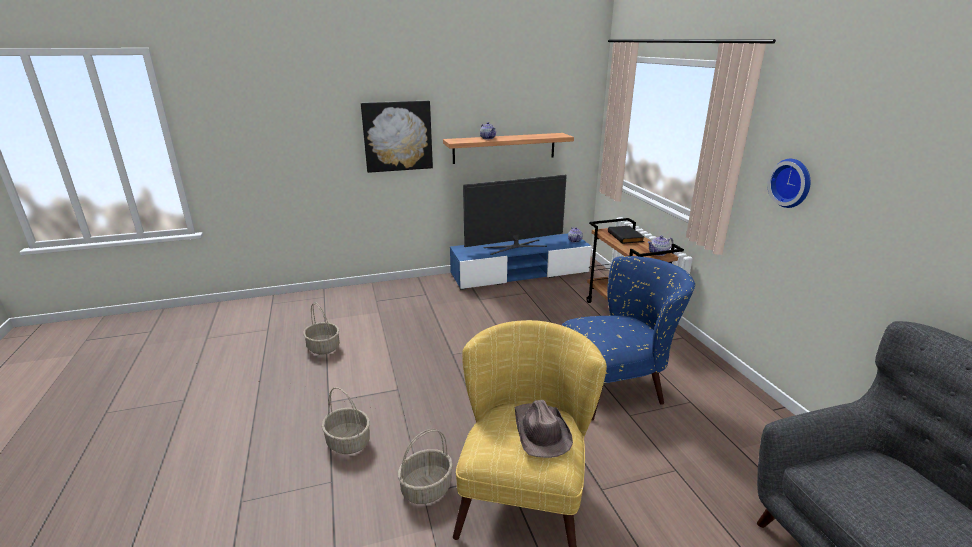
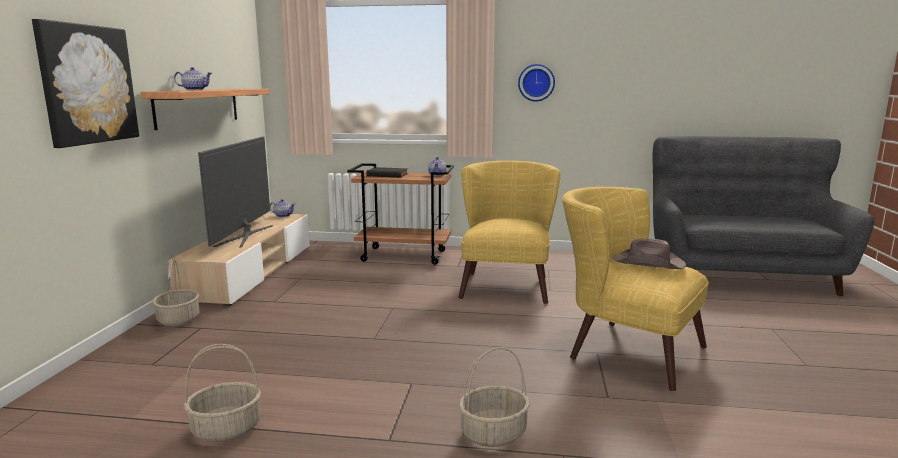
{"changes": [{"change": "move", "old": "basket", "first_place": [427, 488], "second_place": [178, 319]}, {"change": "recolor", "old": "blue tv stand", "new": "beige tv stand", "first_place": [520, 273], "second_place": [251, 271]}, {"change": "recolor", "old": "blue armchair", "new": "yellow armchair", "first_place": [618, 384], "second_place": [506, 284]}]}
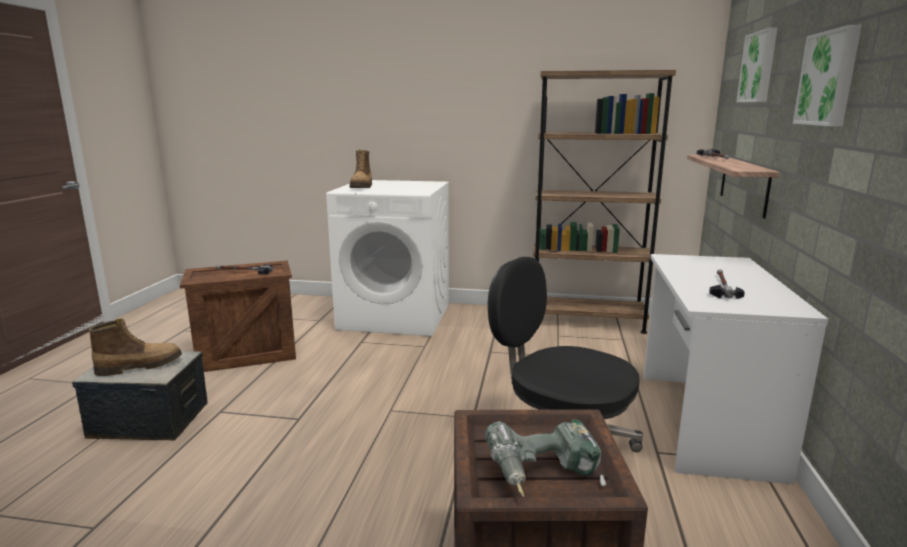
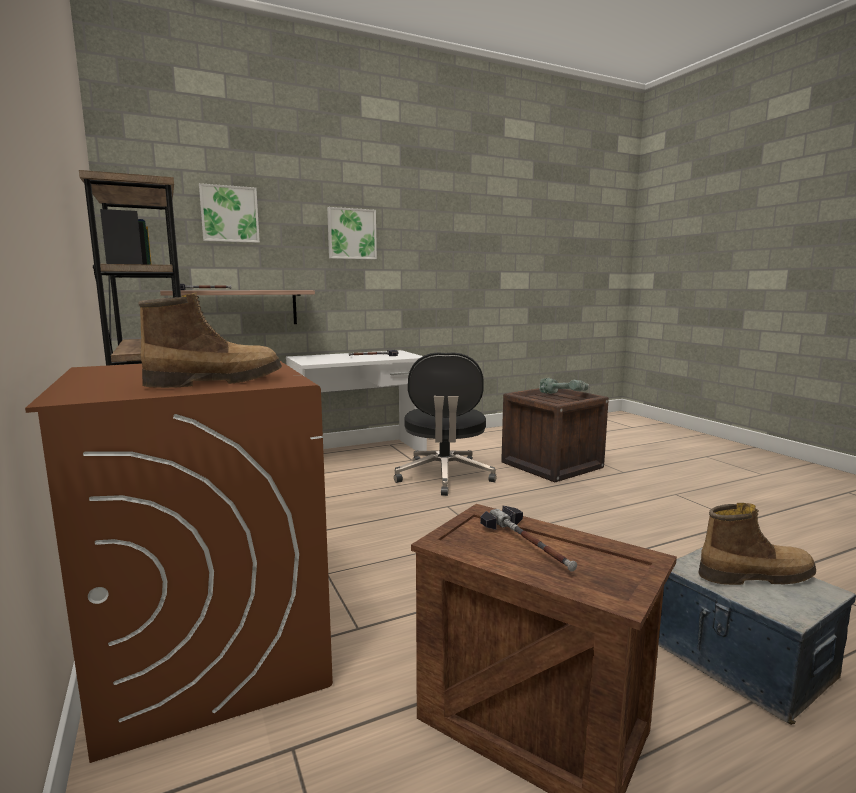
{"changes": [{"change": "rotate", "old": "boot", "first_place": [140, 366], "second_place": [754, 576], "degrees": 150}, {"change": "recolor", "old": "white washing machine", "new": "brown washing machine", "first_place": [396, 316], "second_place": [210, 649]}]}
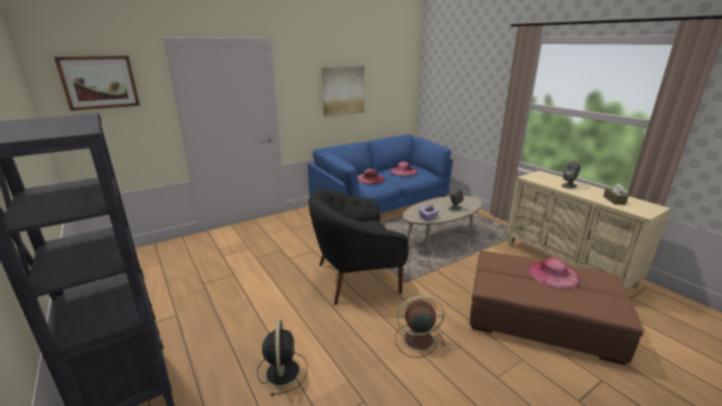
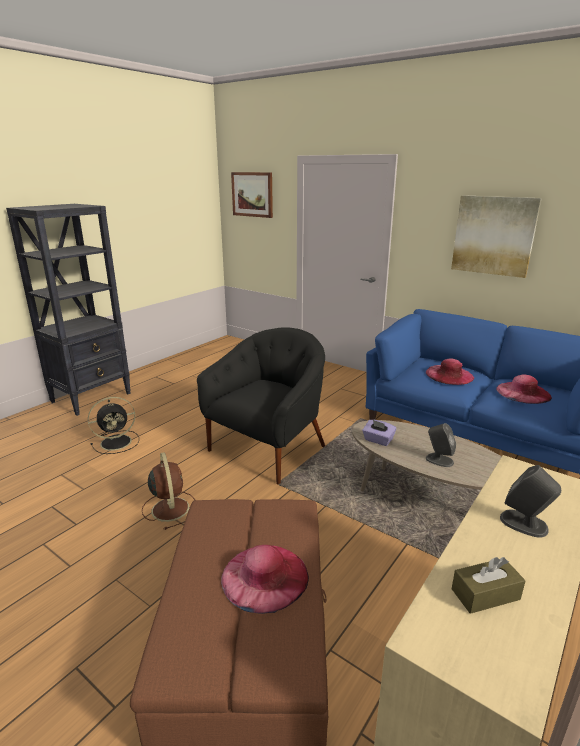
{"changes": [{"change": "rotate", "old": "black armchair", "first_place": [357, 277], "second_place": [268, 448], "degrees": 75}]}
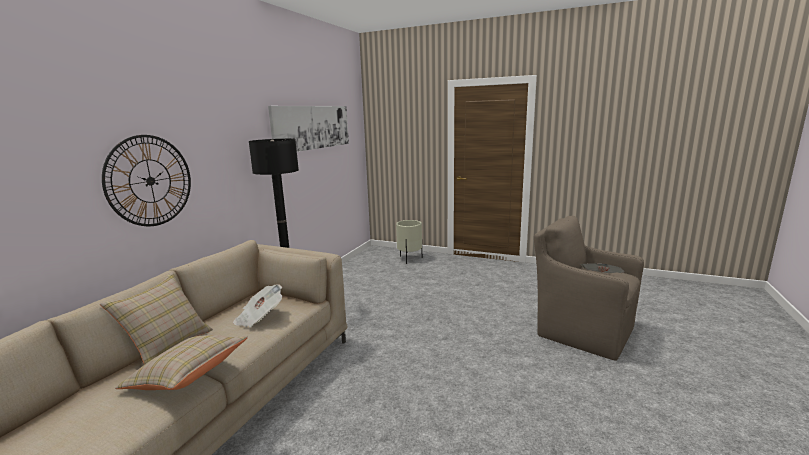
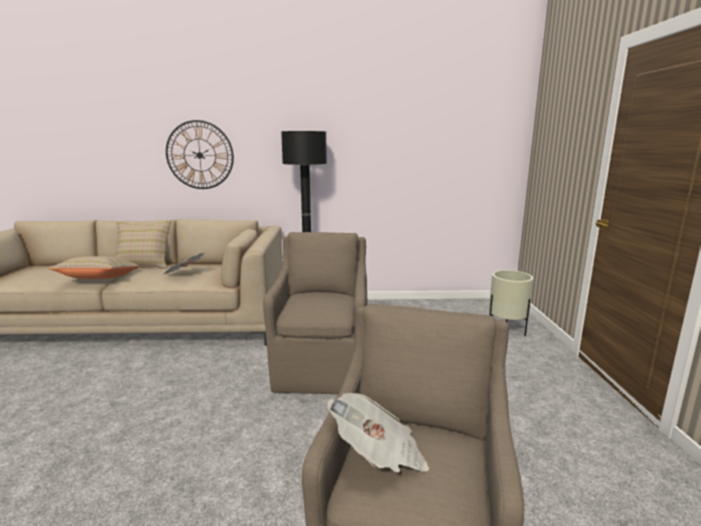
{"changes": [{"change": "delete", "old": "picture", "first_place": [313, 127]}, {"change": "insert", "new": "brown armchair", "second_place": [322, 367]}]}
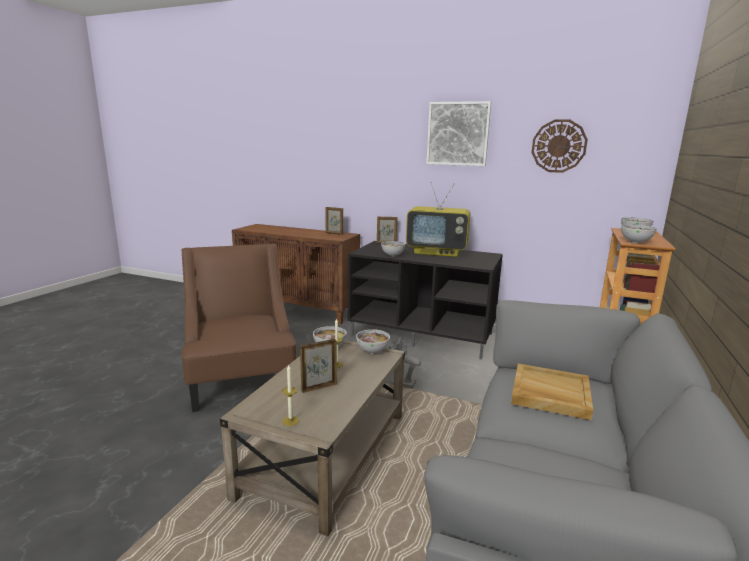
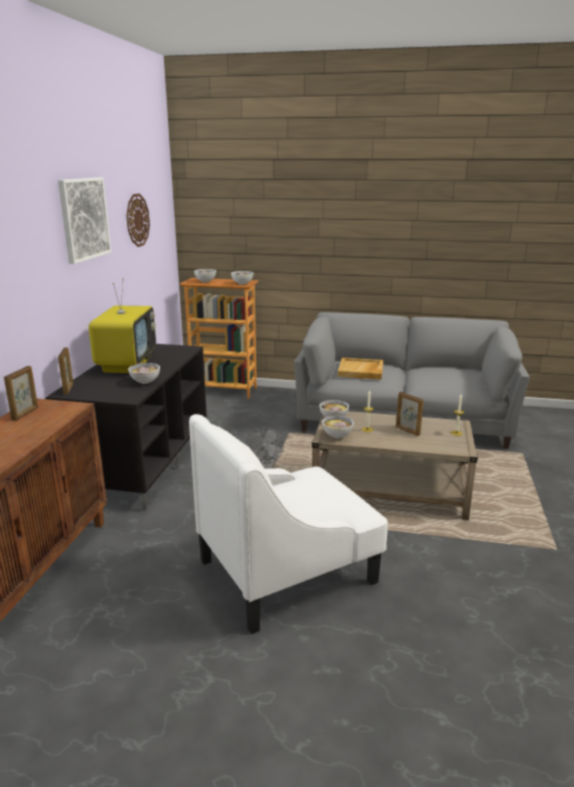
{"changes": [{"change": "recolor", "old": "brown armchair", "new": "white armchair", "first_place": [241, 377], "second_place": [287, 571]}]}
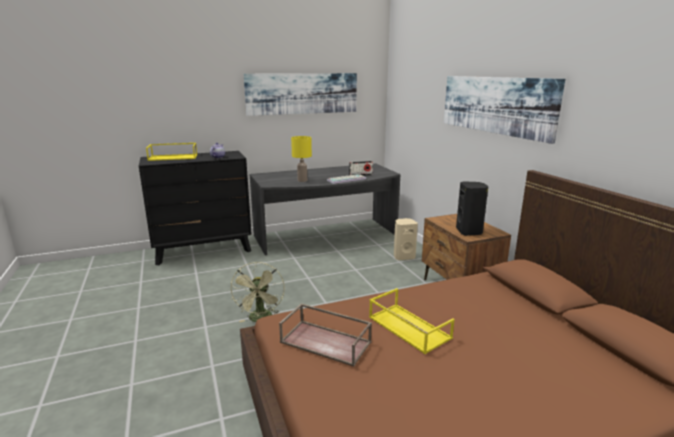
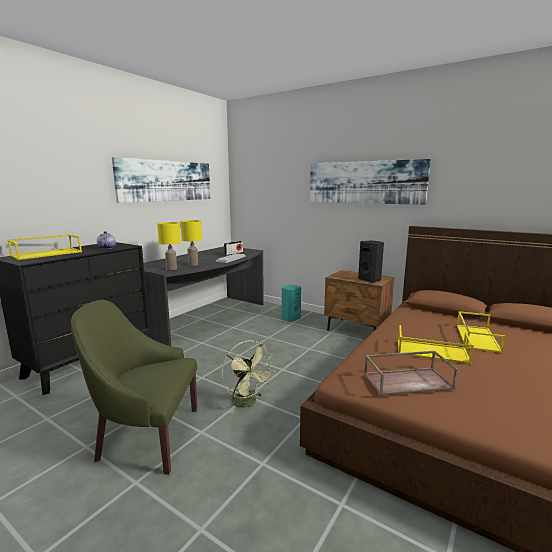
{"changes": [{"change": "recolor", "old": "beige speaker", "new": "turquoise speaker", "first_place": [403, 257], "second_place": [290, 318]}, {"change": "insert", "new": "green armchair", "second_place": [146, 436]}, {"change": "insert", "new": "yellow table lamp", "second_place": [171, 268]}, {"change": "insert", "new": "yellow tray", "second_place": [476, 337]}]}
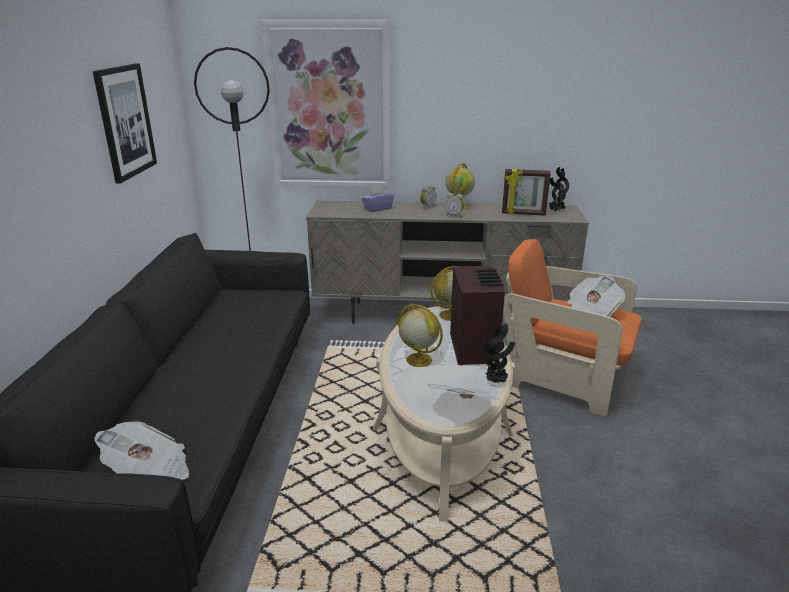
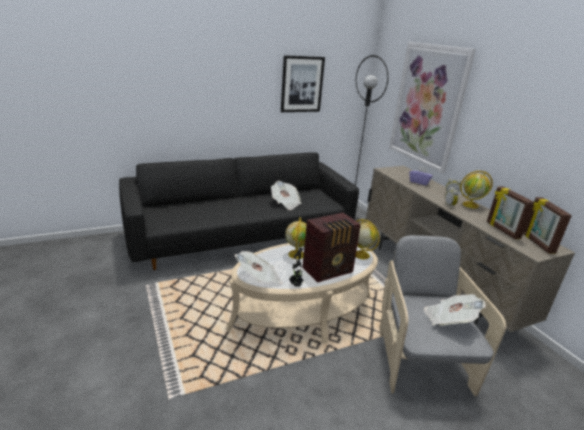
{"changes": [{"change": "move", "old": "newspaper", "first_place": [150, 471], "second_place": [285, 203]}, {"change": "recolor", "old": "orange armchair", "new": "grey armchair", "first_place": [564, 379], "second_place": [420, 360]}, {"change": "replace", "old": "potted plant", "new": "picture frame", "first_place": [555, 211], "second_place": [537, 243]}]}
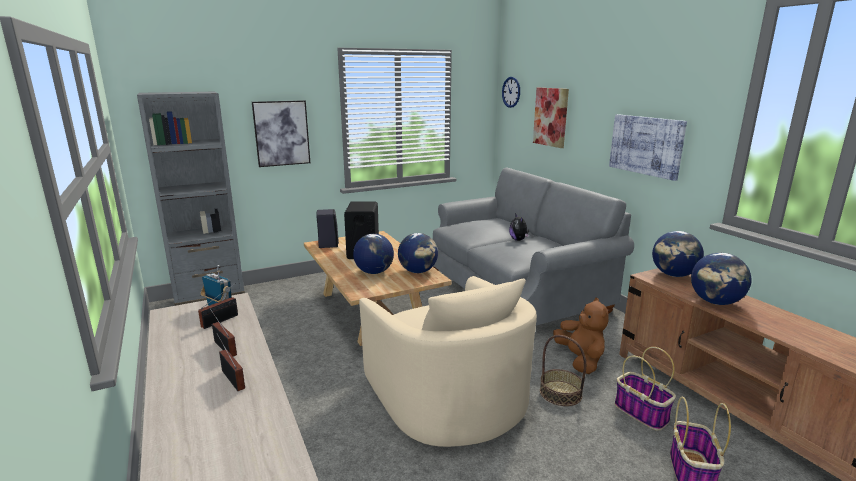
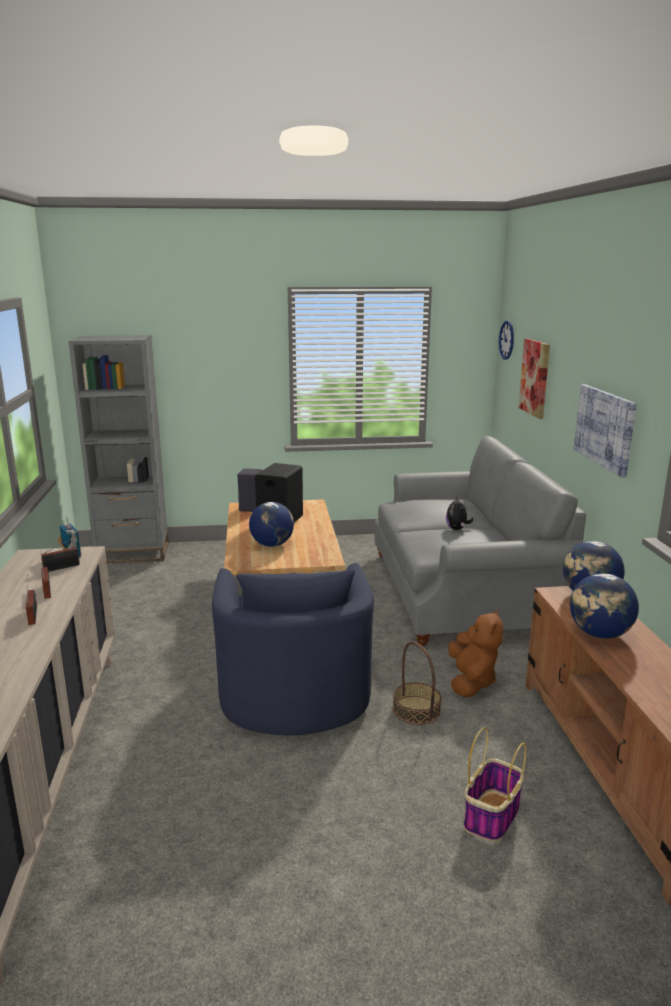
{"changes": [{"change": "delete", "old": "picture", "first_place": [281, 133]}, {"change": "recolor", "old": "beige armchair", "new": "blue armchair", "first_place": [448, 397], "second_place": [293, 688]}, {"change": "delete", "old": "globe", "first_place": [418, 271]}, {"change": "delete", "old": "basket", "first_place": [642, 413]}]}
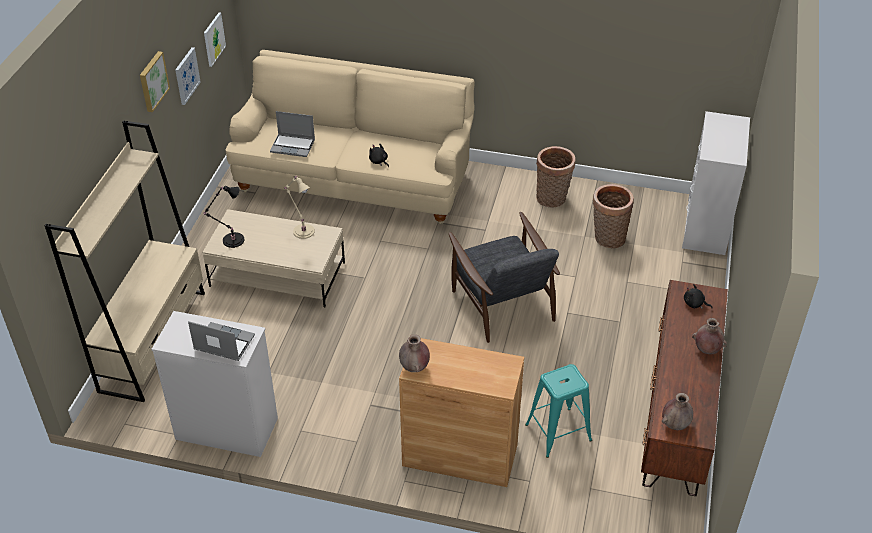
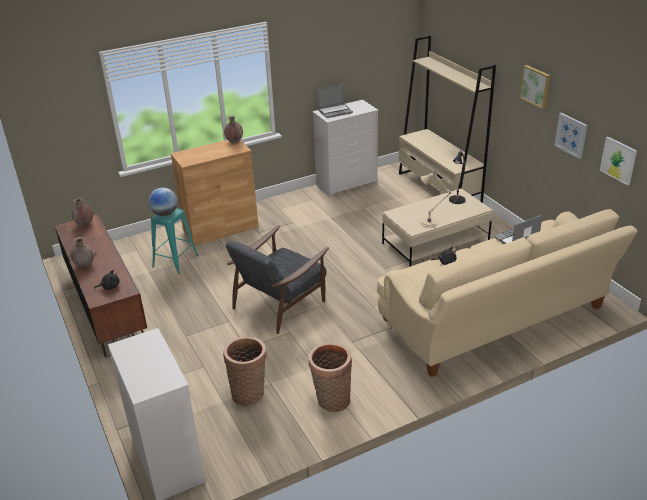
{"changes": [{"change": "rotate", "old": "grey armchair", "first_place": [502, 302], "second_place": [280, 303], "degrees": -75}, {"change": "insert", "new": "globe", "second_place": [165, 214]}]}
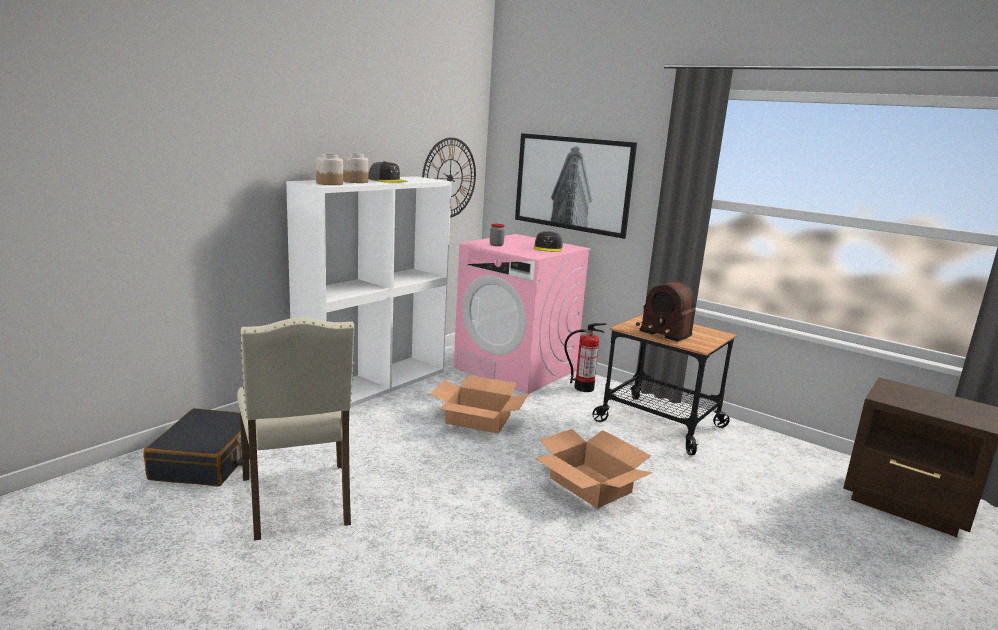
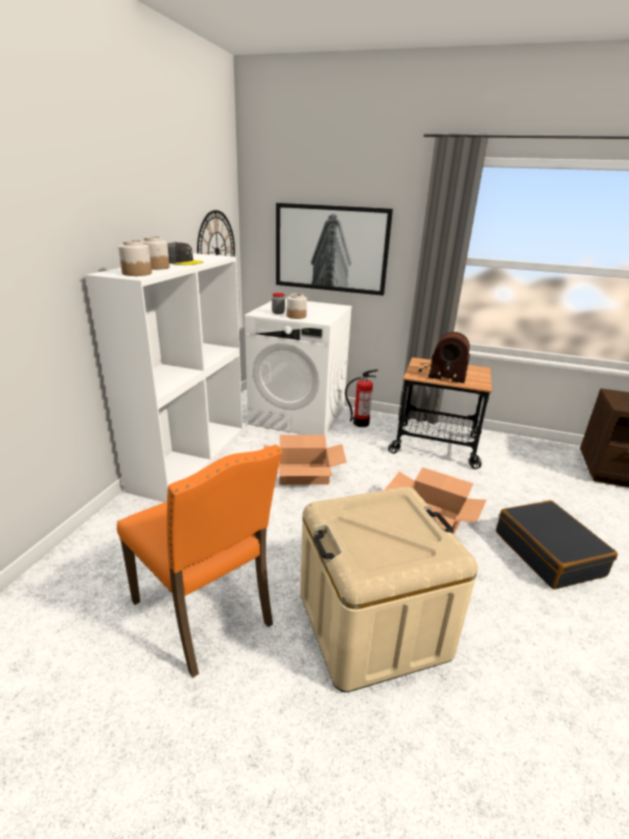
{"changes": [{"change": "move", "old": "black suitcase", "first_place": [207, 460], "second_place": [548, 553]}, {"change": "recolor", "old": "beige chair", "new": "orange chair", "first_place": [298, 501], "second_place": [206, 612]}, {"change": "recolor", "old": "pink washing machine", "new": "white washing machine", "first_place": [516, 369], "second_place": [299, 415]}, {"change": "delete", "old": "grey cap", "first_place": [548, 248]}, {"change": "insert", "new": "jar", "second_place": [296, 316]}, {"change": "insert", "new": "beige storage box", "second_place": [372, 623]}]}
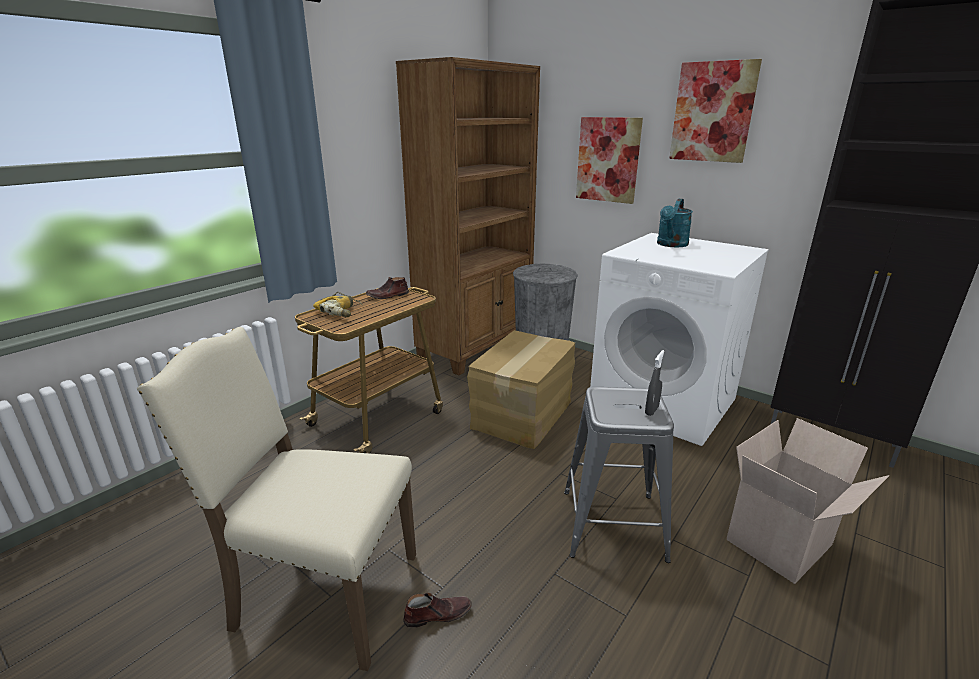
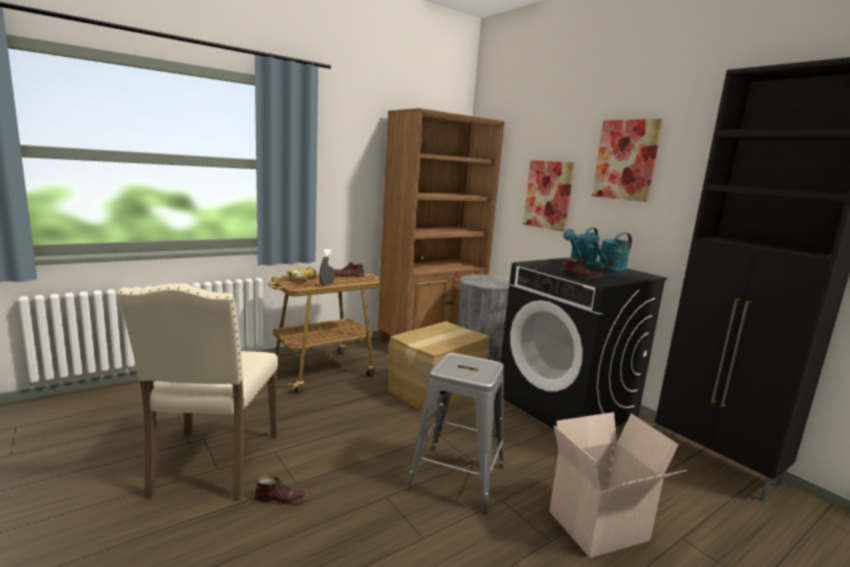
{"changes": [{"change": "rotate", "old": "beige chair", "first_place": [322, 593], "second_place": [213, 465], "degrees": -120}, {"change": "recolor", "old": "white washing machine", "new": "black washing machine", "first_place": [664, 402], "second_place": [567, 406]}, {"change": "move", "old": "grey spray bottle", "first_place": [651, 410], "second_place": [326, 284]}, {"change": "insert", "new": "brown shoe", "second_place": [581, 277]}, {"change": "insert", "new": "turquoise watering can", "second_place": [607, 270]}]}
